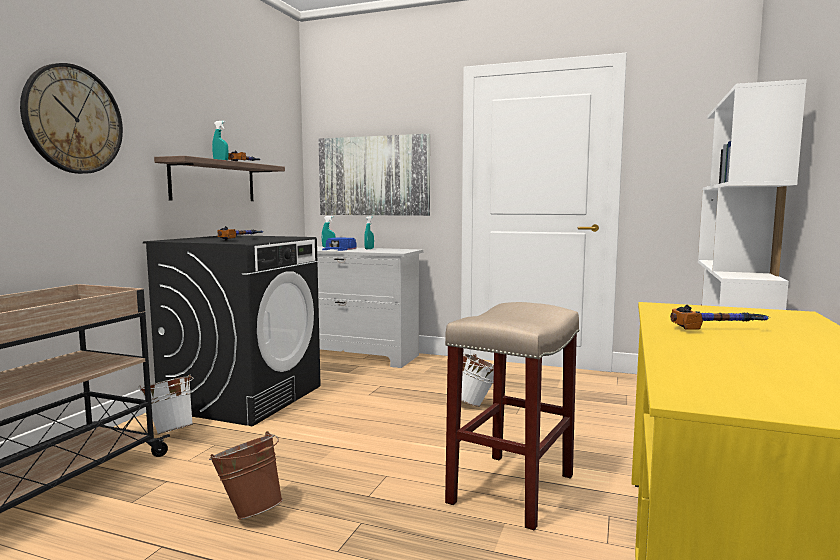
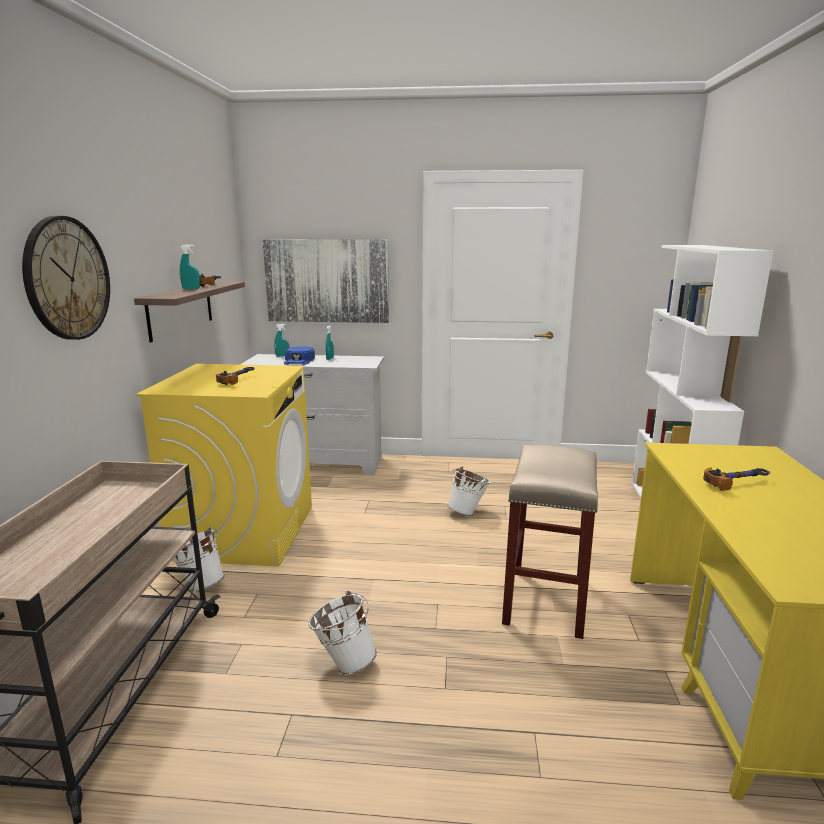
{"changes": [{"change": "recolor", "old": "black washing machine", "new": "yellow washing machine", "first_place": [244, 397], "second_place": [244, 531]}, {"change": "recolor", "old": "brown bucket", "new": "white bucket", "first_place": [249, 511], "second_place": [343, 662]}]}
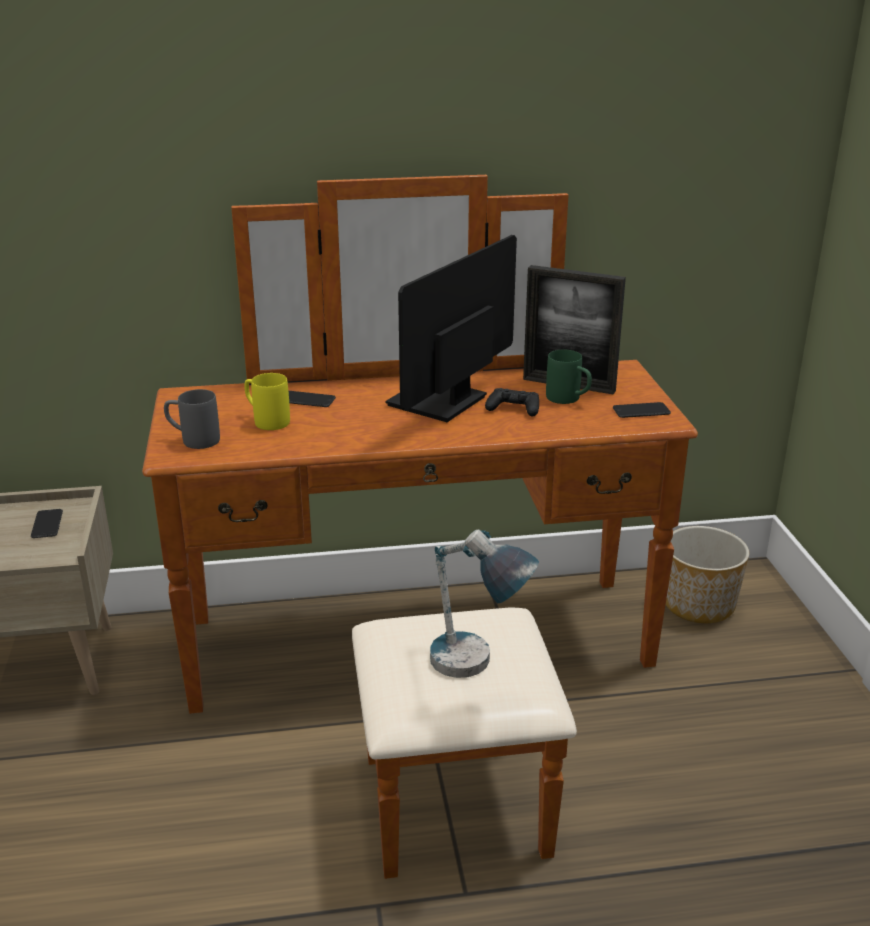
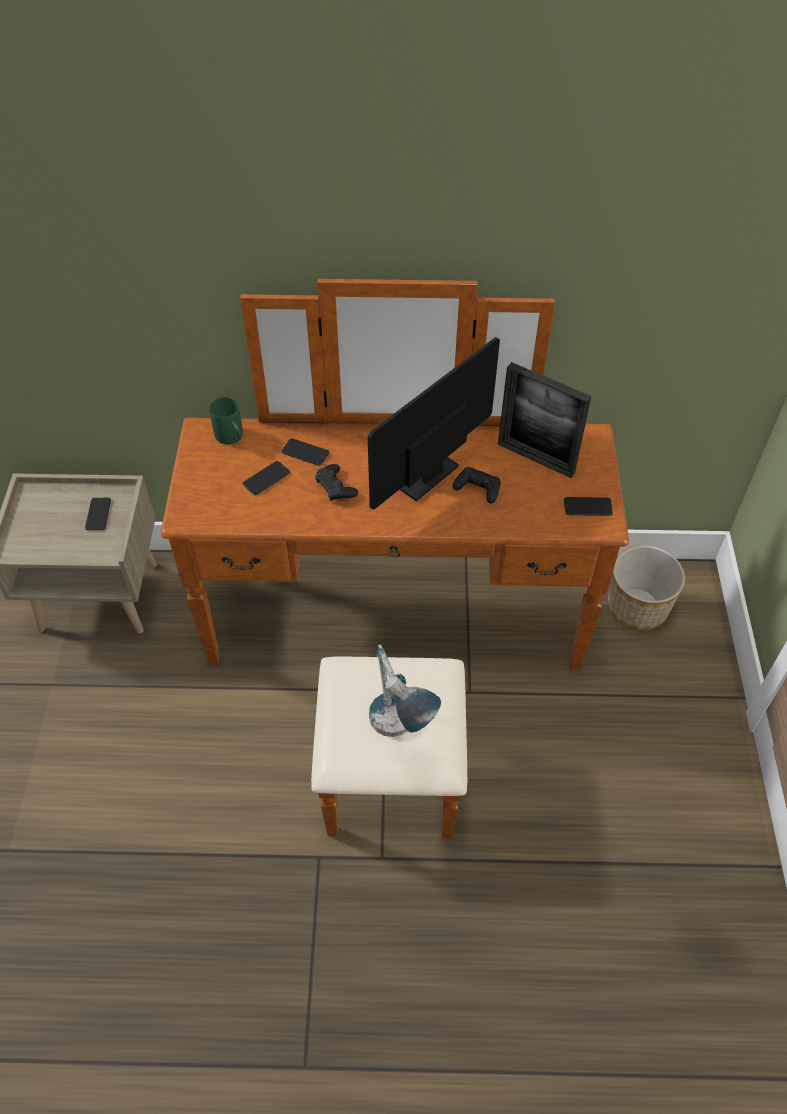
{"changes": [{"change": "delete", "old": "grey mug", "first_place": [193, 440]}, {"change": "replace", "old": "yellow mug", "new": "phone", "first_place": [266, 420], "second_place": [266, 478]}, {"change": "move", "old": "green mug", "first_place": [569, 399], "second_place": [232, 438]}, {"change": "insert", "new": "black game controller", "second_place": [335, 487]}]}
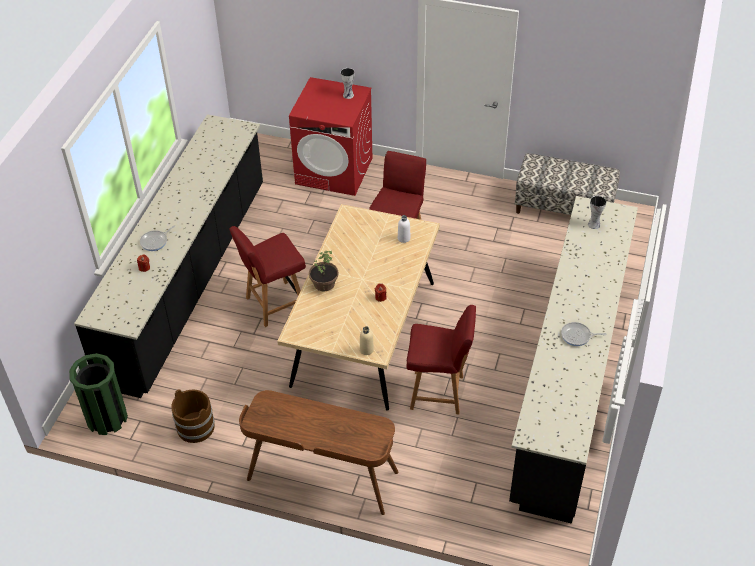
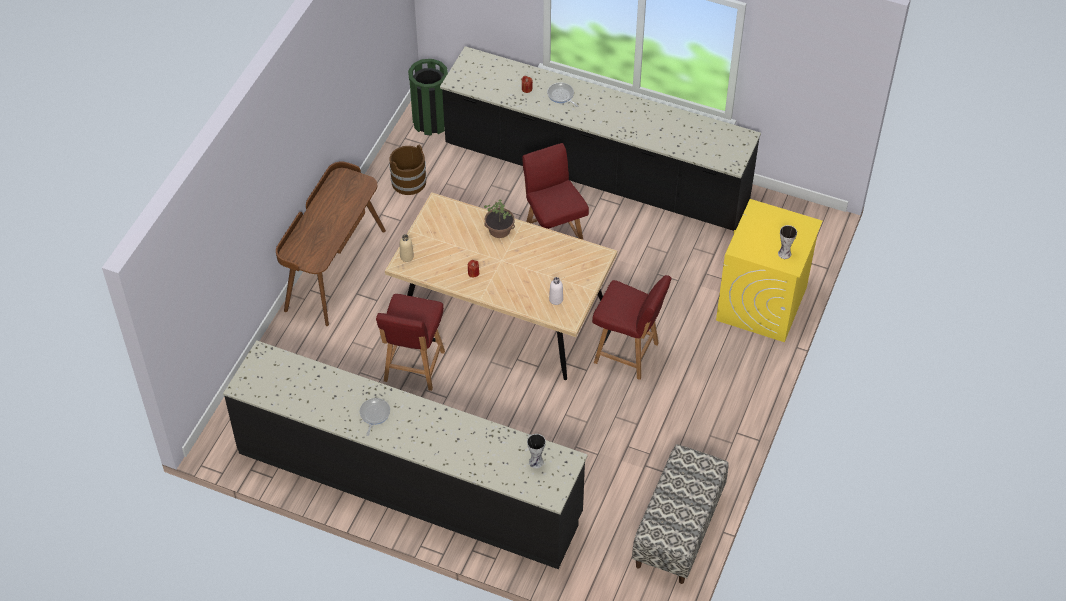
{"changes": [{"change": "recolor", "old": "red washing machine", "new": "yellow washing machine", "first_place": [334, 171], "second_place": [761, 304]}]}
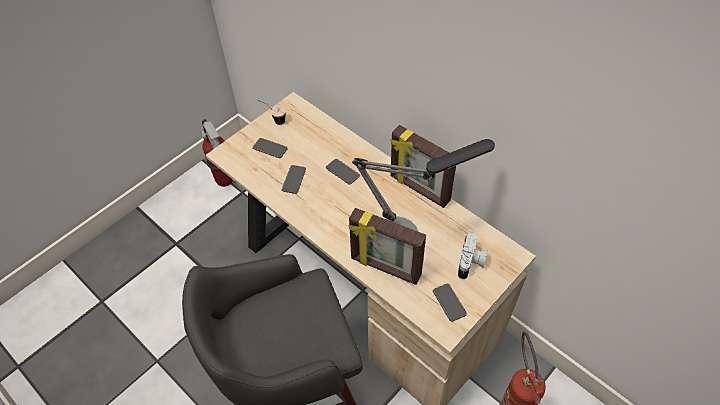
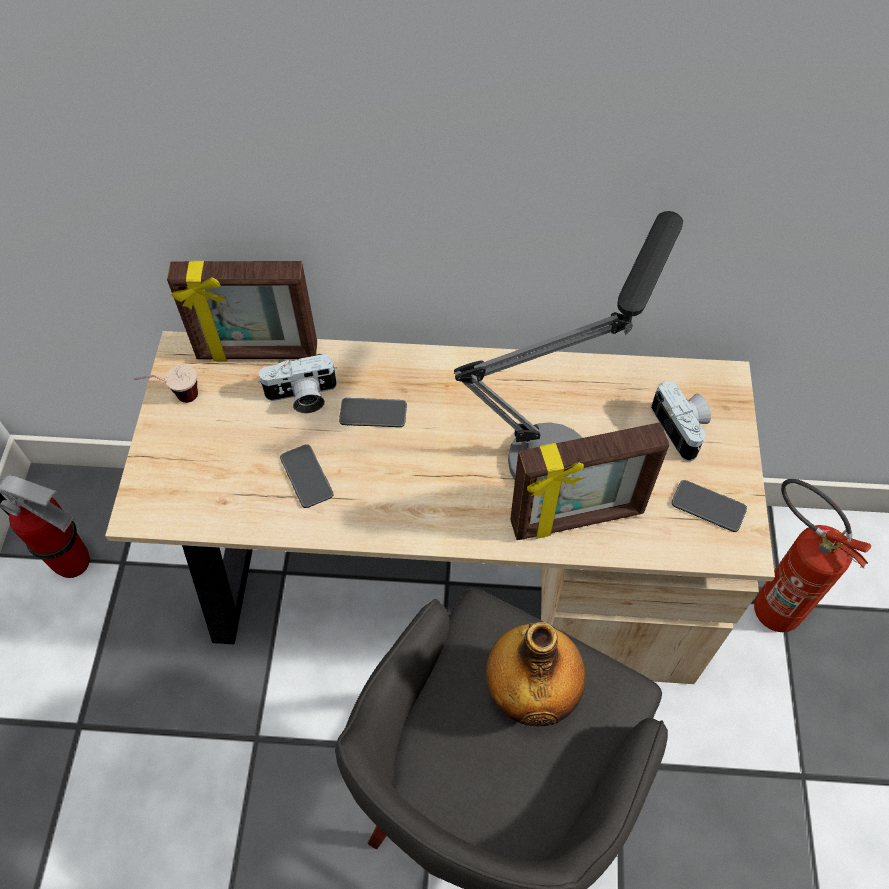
{"changes": [{"change": "delete", "old": "phone", "first_place": [270, 148]}, {"change": "move", "old": "picture frame", "first_place": [419, 189], "second_place": [257, 353]}, {"change": "insert", "new": "photo camera", "second_place": [302, 397]}, {"change": "insert", "new": "bottle", "second_place": [532, 690]}]}
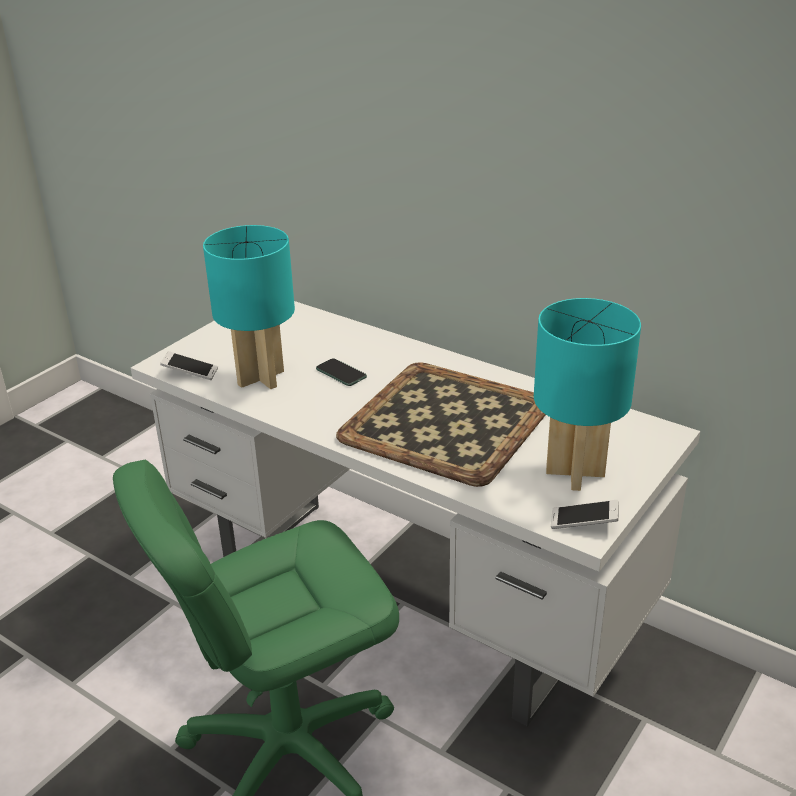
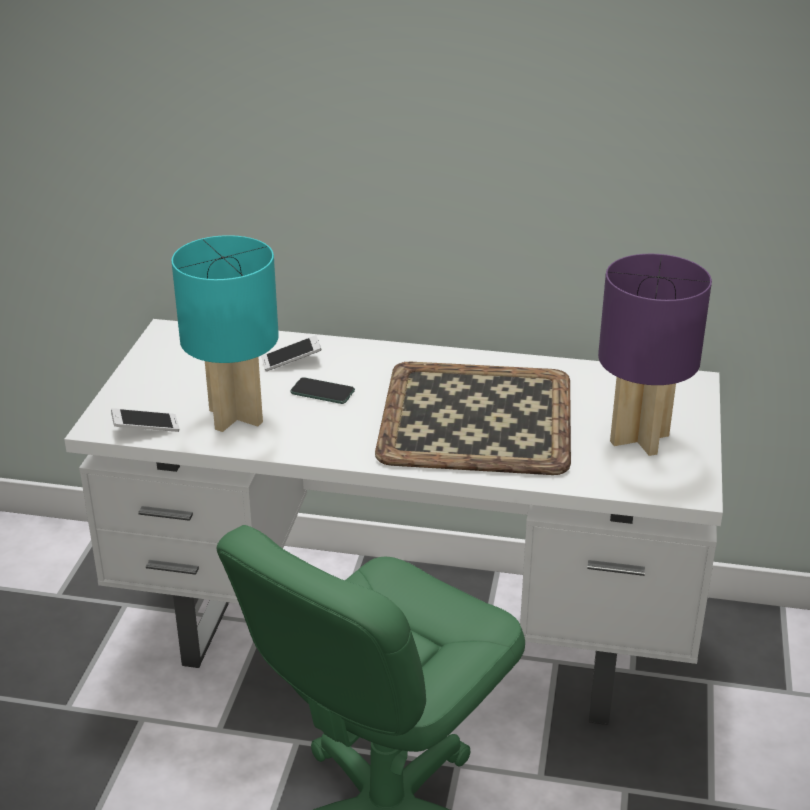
{"changes": [{"change": "recolor", "old": "turquoise table lamp", "new": "purple table lamp", "first_place": [576, 472], "second_place": [640, 438]}, {"change": "move", "old": "phone", "first_place": [583, 522], "second_place": [291, 361]}]}
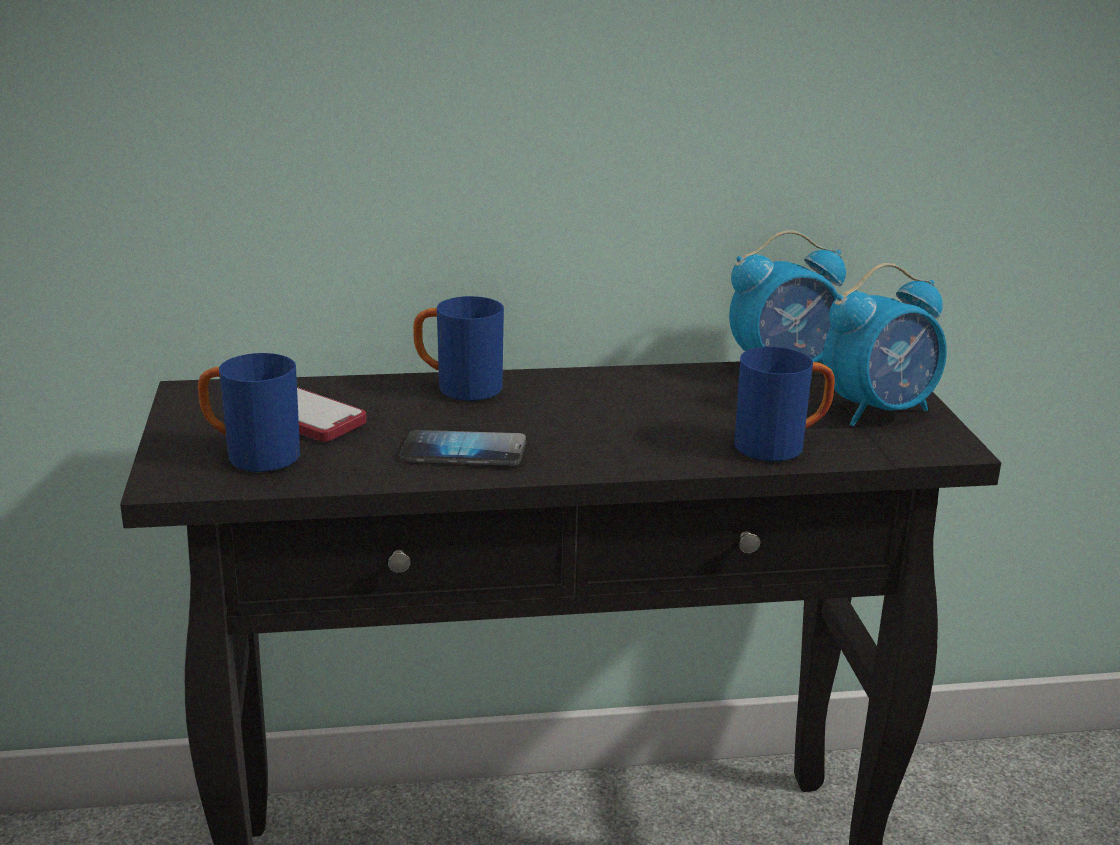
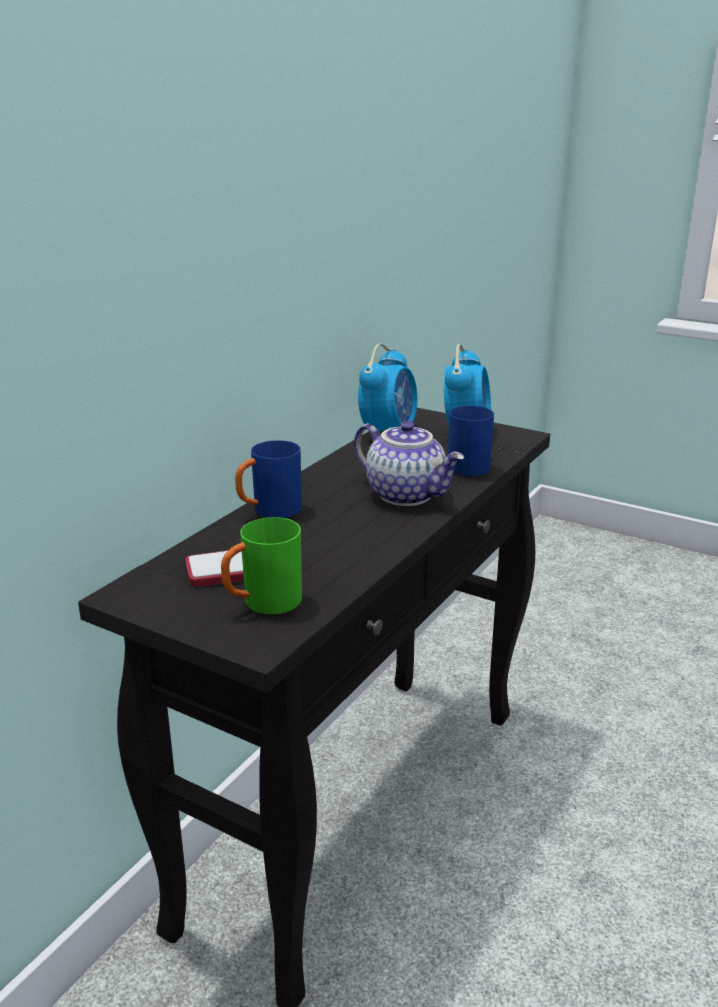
{"changes": [{"change": "recolor", "old": "blue mug", "new": "green mug", "first_place": [250, 455], "second_place": [262, 604]}, {"change": "delete", "old": "phone", "first_place": [463, 452]}, {"change": "insert", "new": "teapot", "second_place": [407, 495]}]}
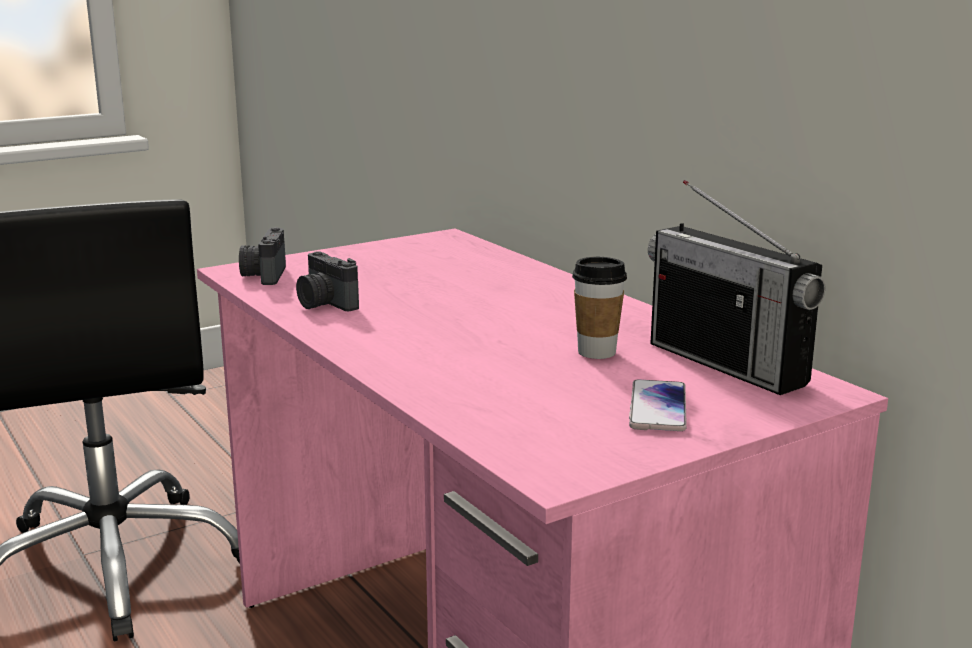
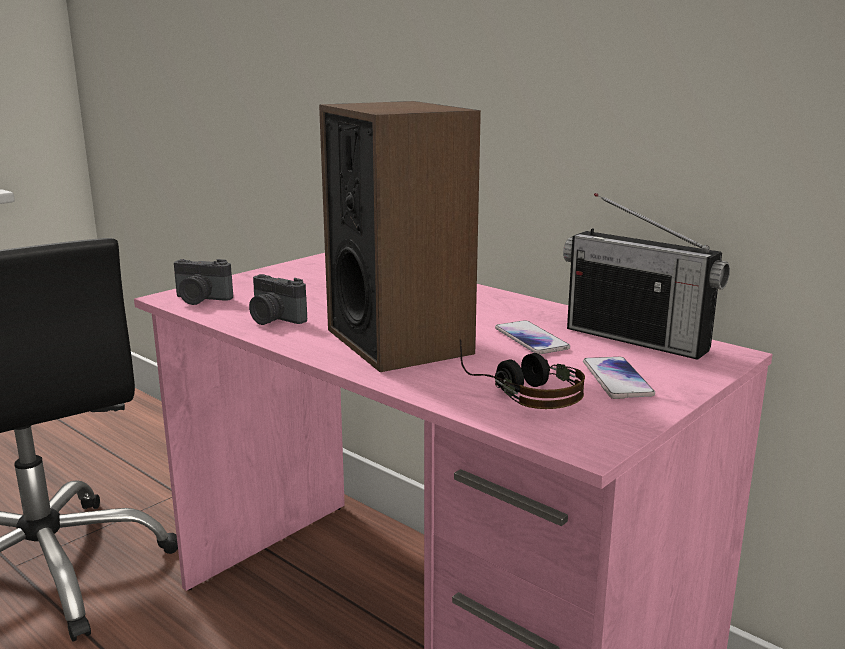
{"changes": [{"change": "rotate", "old": "photo camera", "first_place": [263, 275], "second_place": [200, 299], "degrees": -60}, {"change": "replace", "old": "cup", "new": "phone", "first_place": [596, 352], "second_place": [531, 339]}, {"change": "insert", "new": "speaker", "second_place": [399, 341]}, {"change": "insert", "new": "headphones", "second_place": [519, 391]}]}
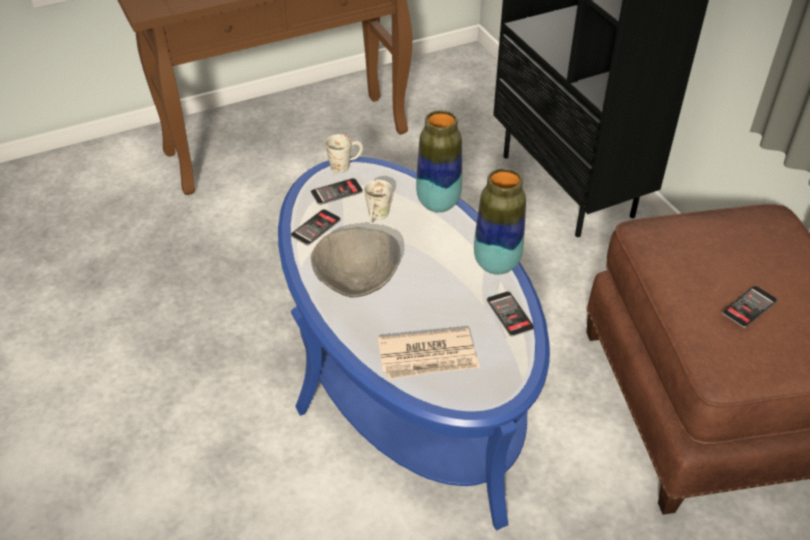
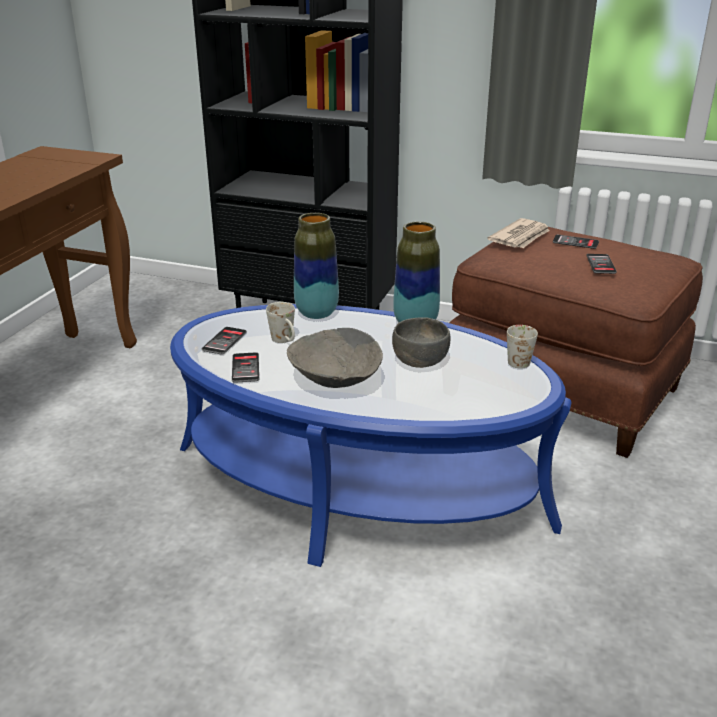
{"changes": [{"change": "move", "old": "white mug", "first_place": [345, 165], "second_place": [519, 359]}, {"change": "move", "old": "newspaper", "first_place": [428, 357], "second_place": [520, 237]}, {"change": "move", "old": "phone", "first_place": [510, 314], "second_place": [575, 242]}, {"change": "insert", "new": "grey bowl", "second_place": [420, 360]}]}
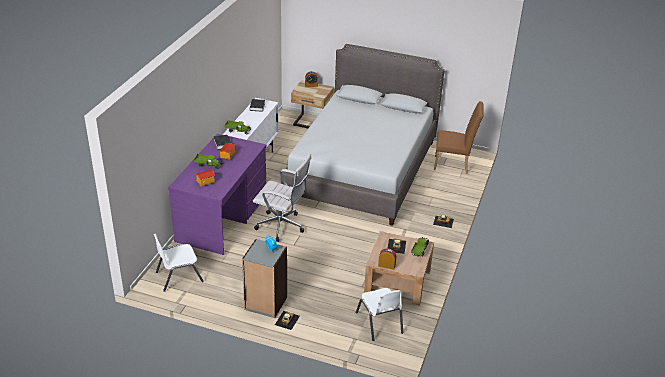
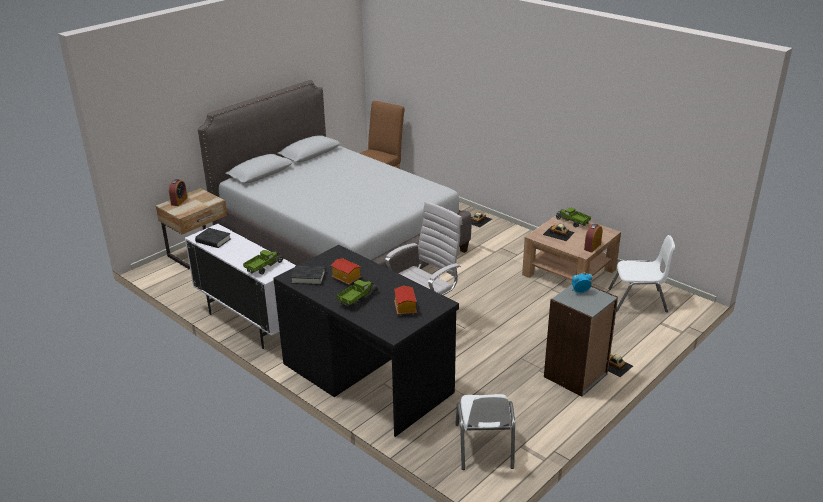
{"changes": [{"change": "recolor", "old": "purple desk", "new": "black desk", "first_place": [222, 218], "second_place": [367, 377]}]}
